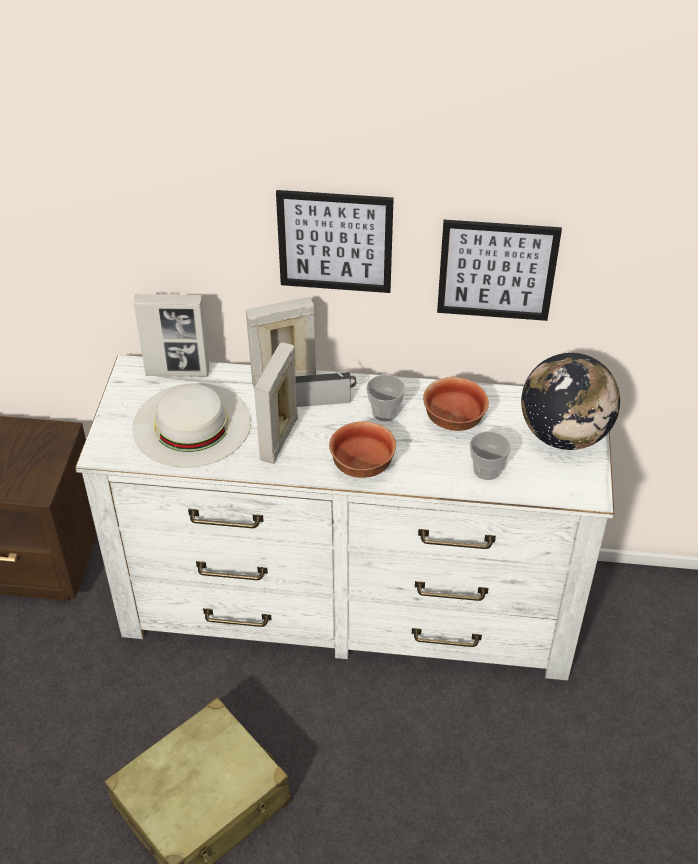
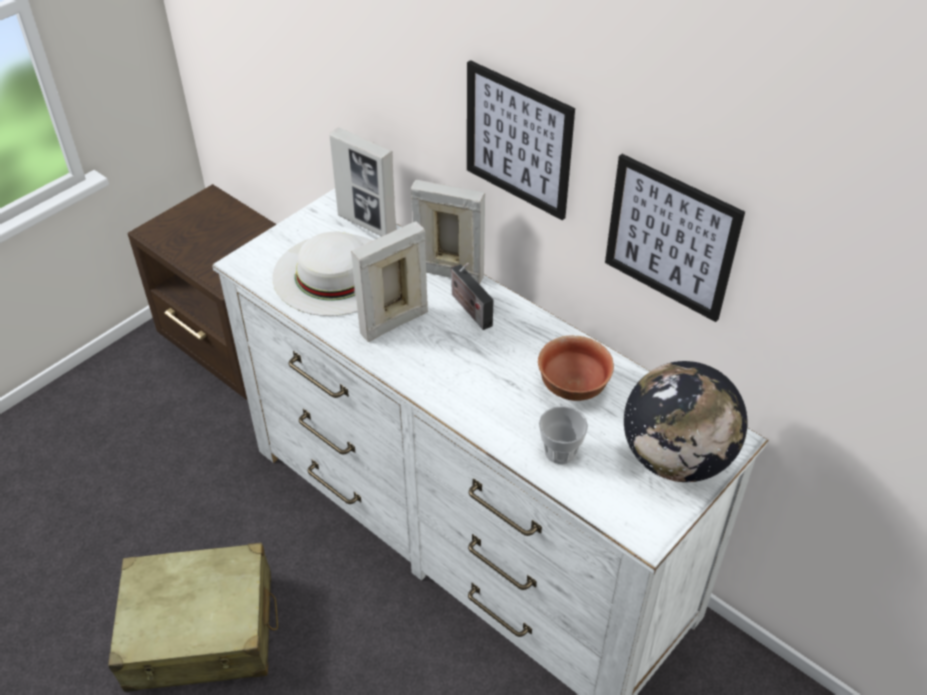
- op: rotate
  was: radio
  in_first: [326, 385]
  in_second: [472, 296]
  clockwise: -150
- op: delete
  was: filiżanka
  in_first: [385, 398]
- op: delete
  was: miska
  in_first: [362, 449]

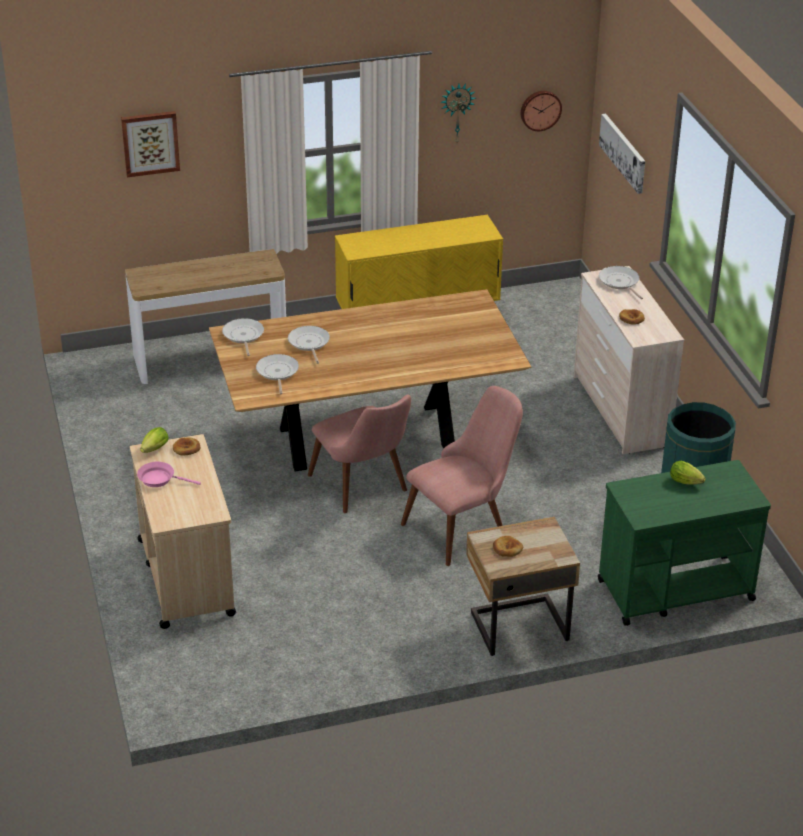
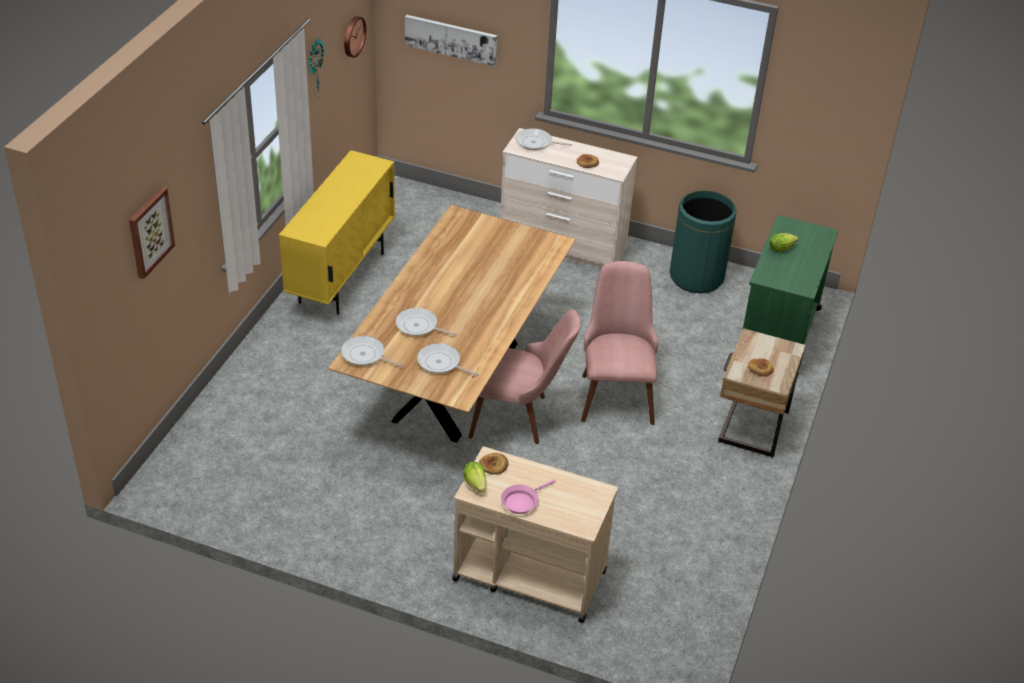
- op: delete
  was: stolik konsolowy
  in_first: [205, 316]

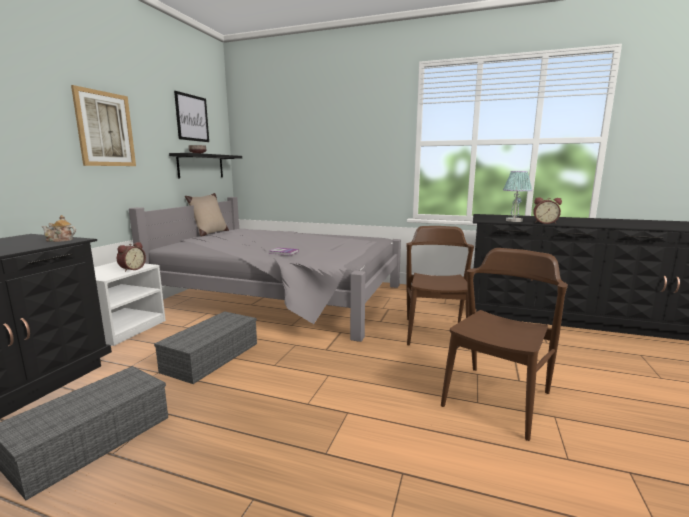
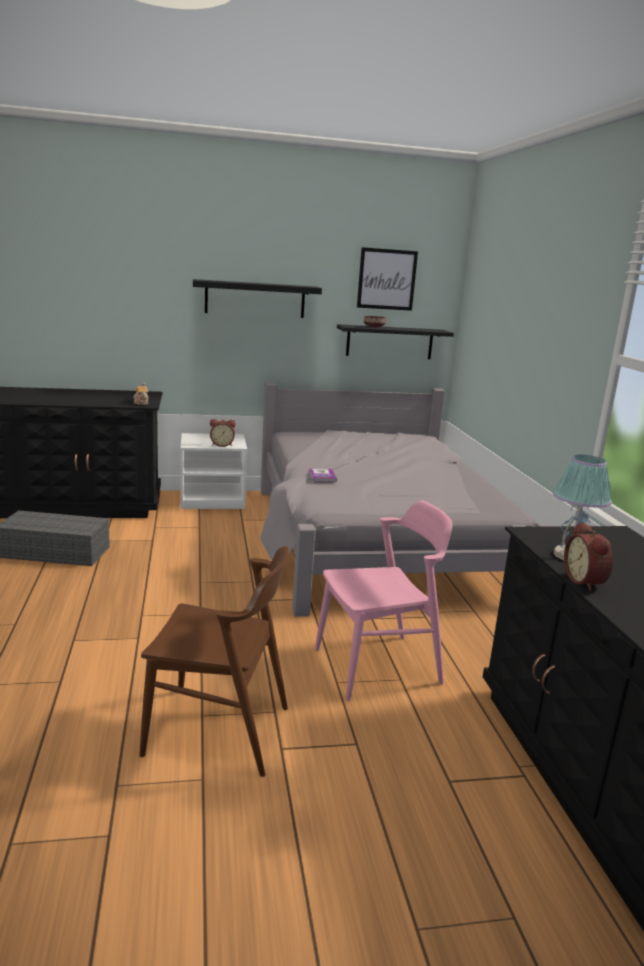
- op: replace
  was: obraz
  now: półka/czarny
  in_first: [103, 125]
  in_second: [257, 298]
- op: delete
  was: poduszka/beżowy
  in_first: [207, 214]
- op: recolor
  was: krzesło/brązowy
  now: krzesło/różowy
  in_first: [440, 288]
  in_second: [383, 600]
- op: delete
  was: pojemnik do przechowywania/szary
  in_first: [205, 347]

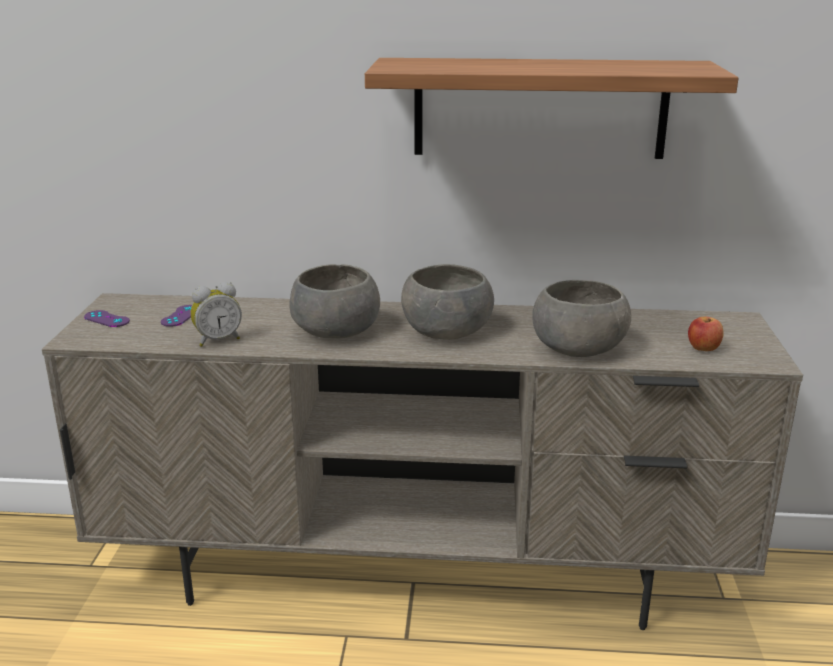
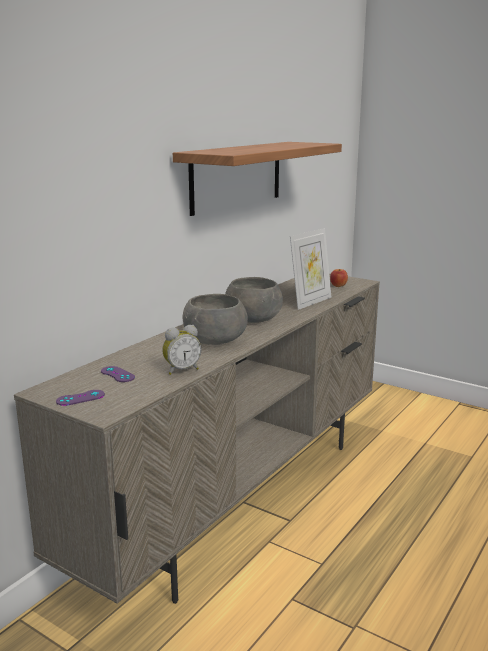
- op: replace
  was: miska/szary
  now: ramka na zdjęcie
  in_first: [581, 318]
  in_second: [310, 269]
- op: rotate
  was: budzik
  in_first: [216, 314]
  in_second: [181, 350]
  clockwise: 60

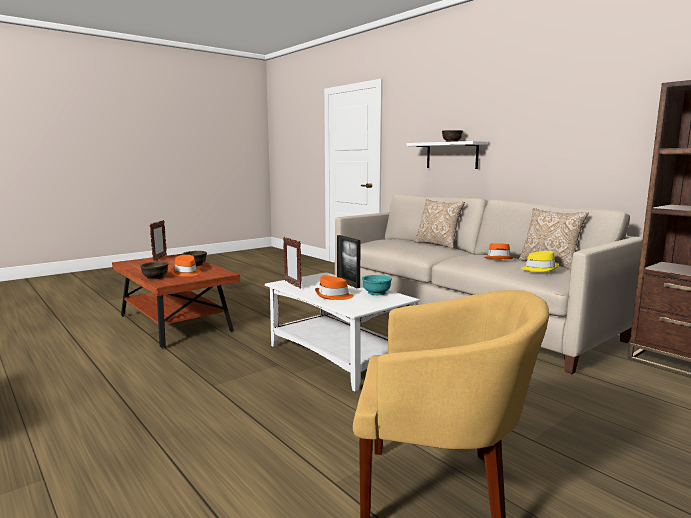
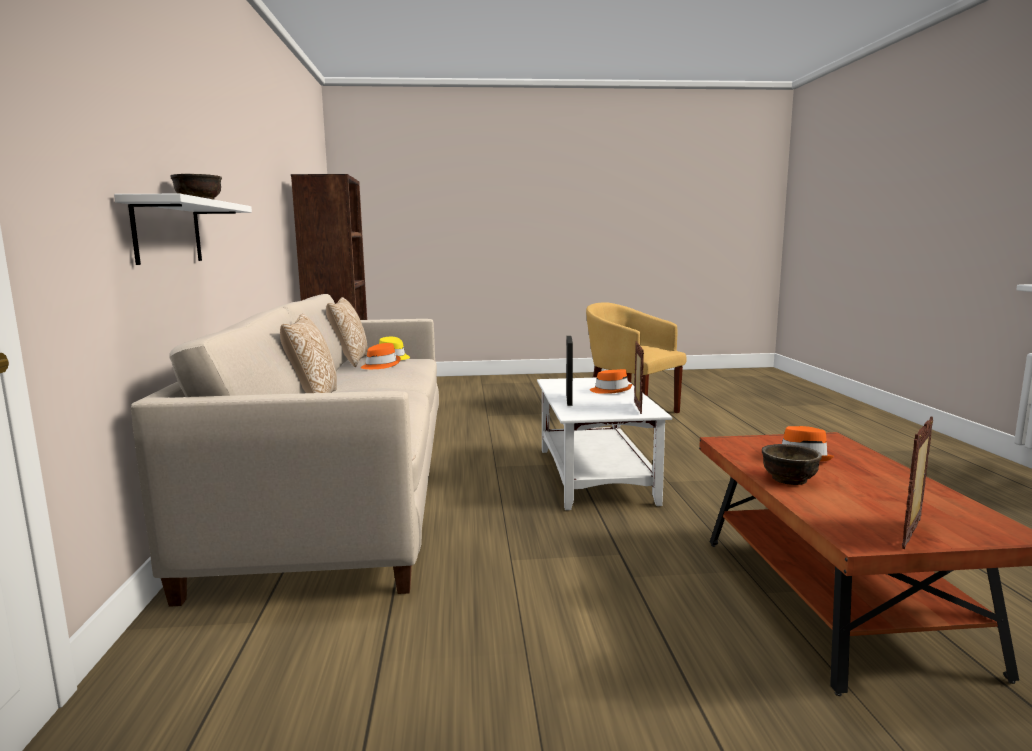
- op: delete
  was: miska/brązowy
  in_first: [154, 270]
- op: delete
  was: miska/turkusowy
  in_first: [377, 285]

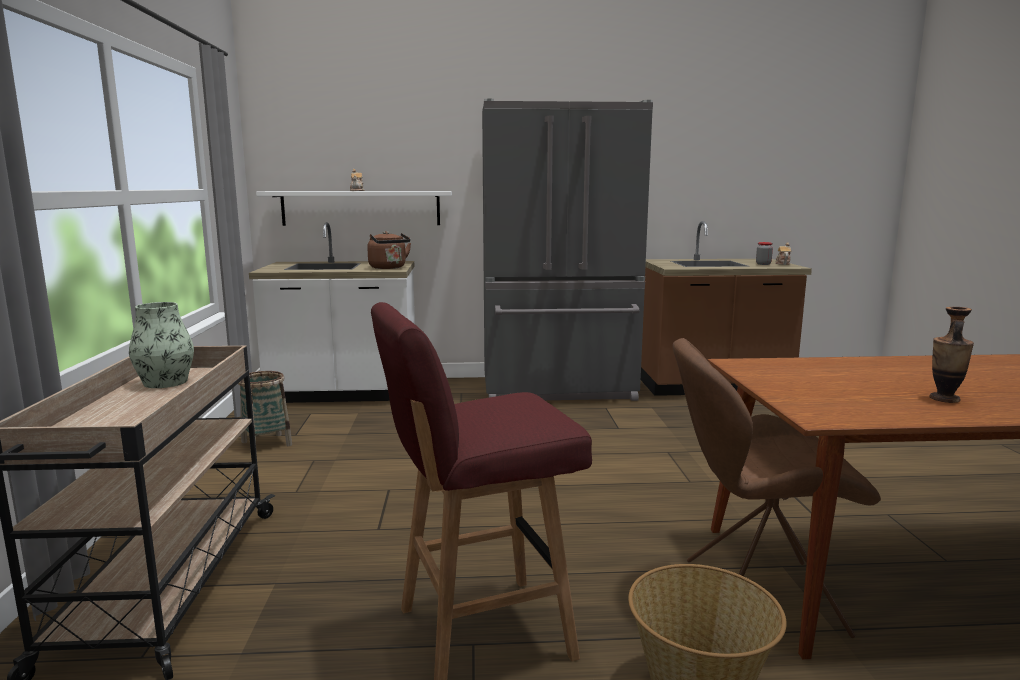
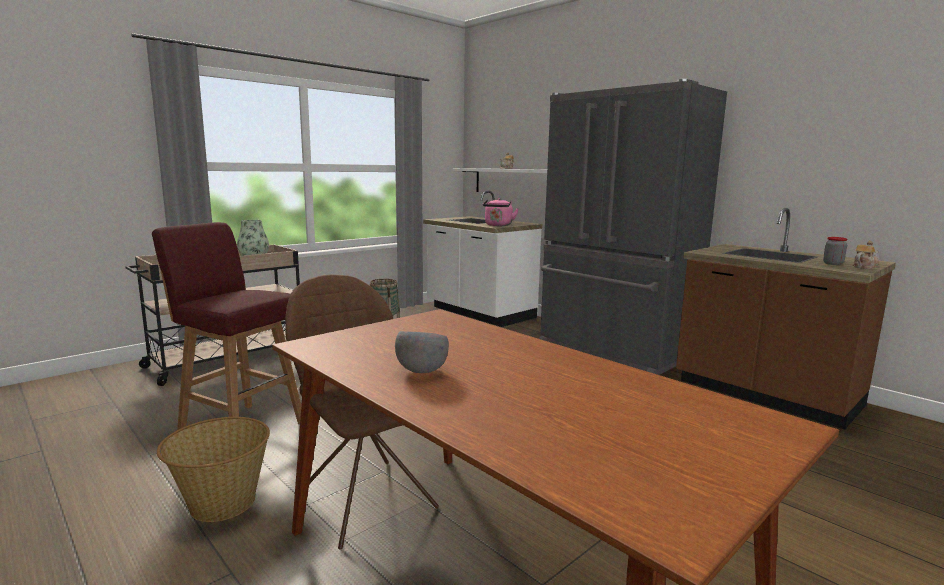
- op: recolor
  was: czajnik/brązowy
  now: czajnik/różowy
  in_first: [389, 250]
  in_second: [500, 212]
- op: replace
  was: wazon
  now: miska/szary
  in_first: [951, 355]
  in_second: [422, 352]

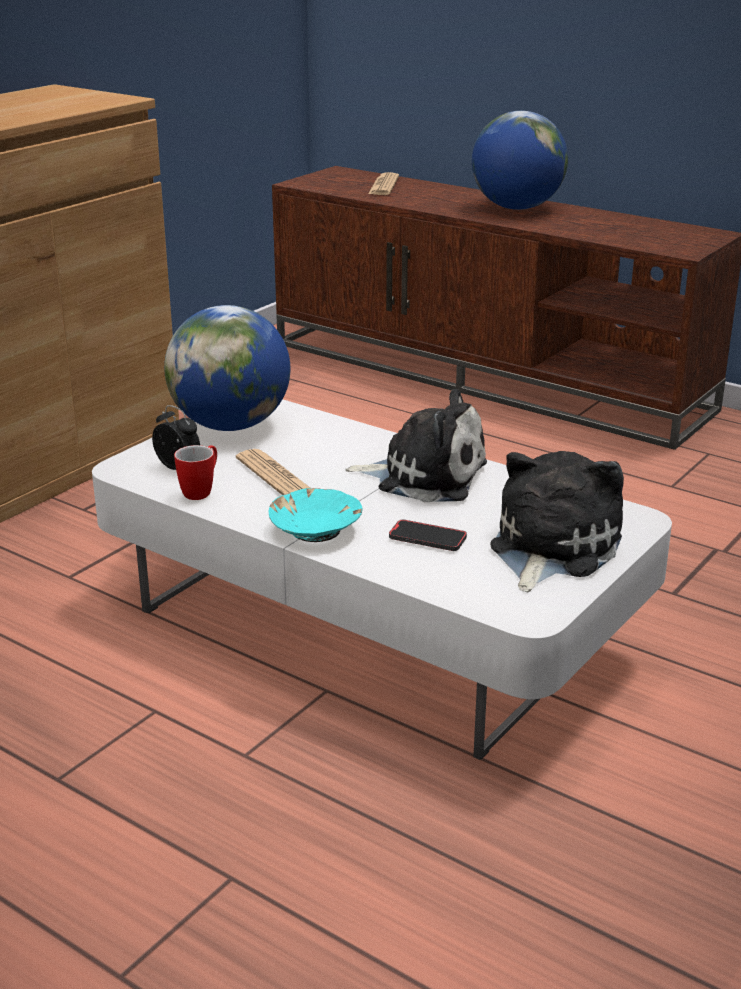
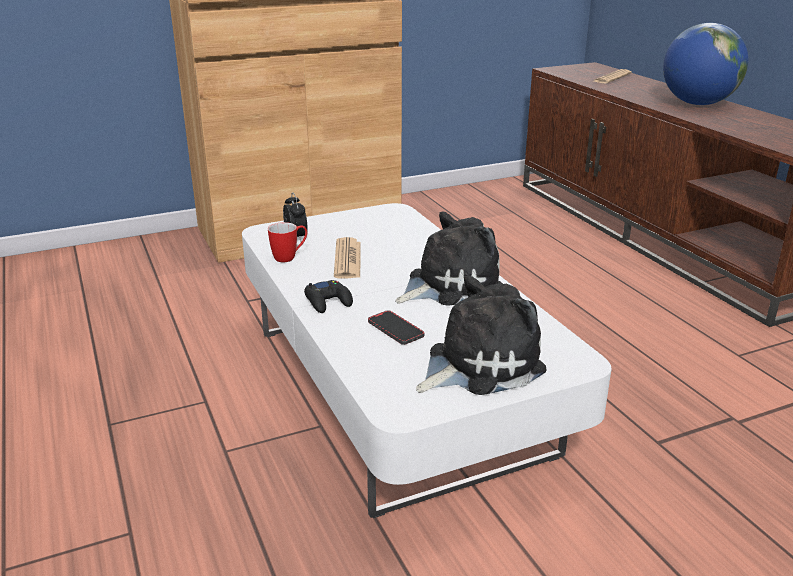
- op: delete
  was: globus
  in_first: [227, 368]
- op: rotate
  was: pluszak
  in_first: [416, 445]
  in_second: [449, 258]
  clockwise: -75
- op: replace
  was: miska/turkusowy
  now: pad do gier/czarny
  in_first: [315, 515]
  in_second: [328, 296]

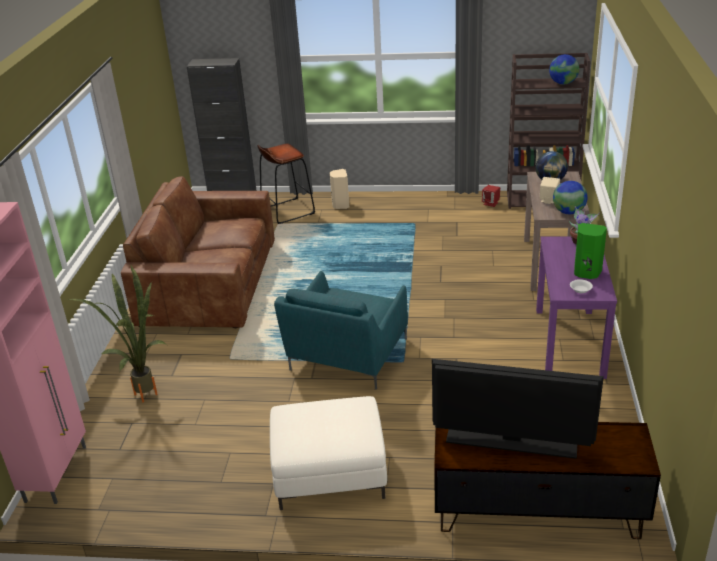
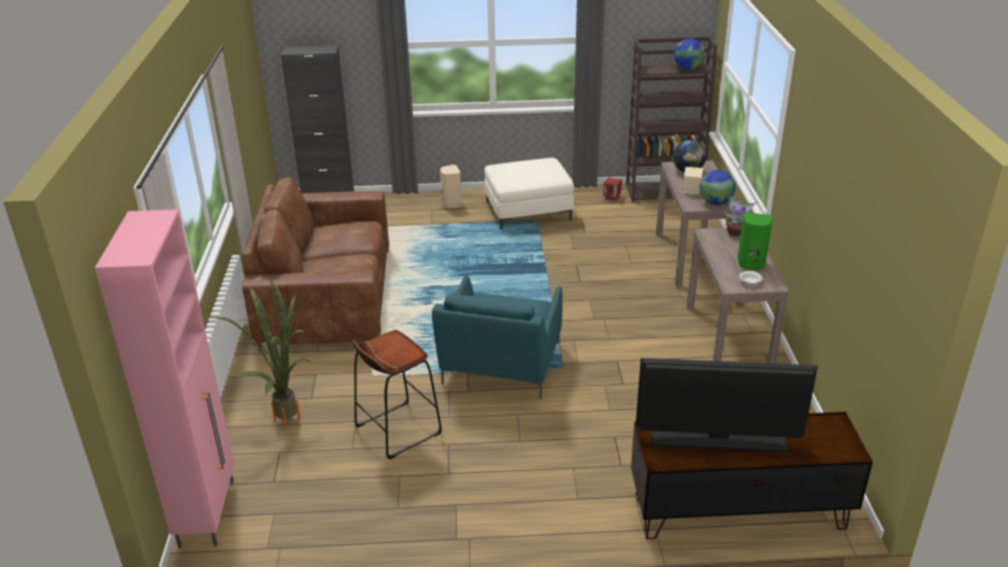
- op: move
  was: stołek/brązowy
  in_first: [286, 183]
  in_second: [397, 394]
- op: recolor
  was: stolik konsolowy/fioletowy
  now: stolik konsolowy/brązowy
  in_first: [576, 308]
  in_second: [738, 295]
- op: move
  was: pufa/biały
  in_first: [328, 453]
  in_second: [529, 193]

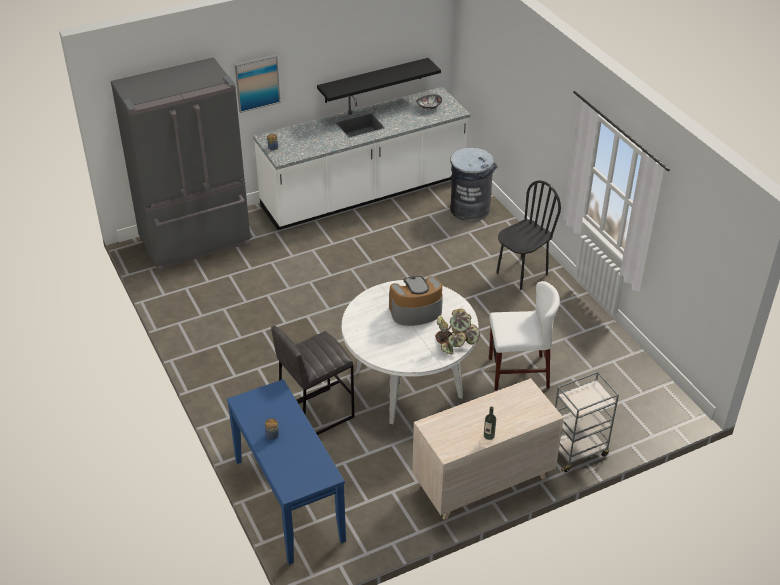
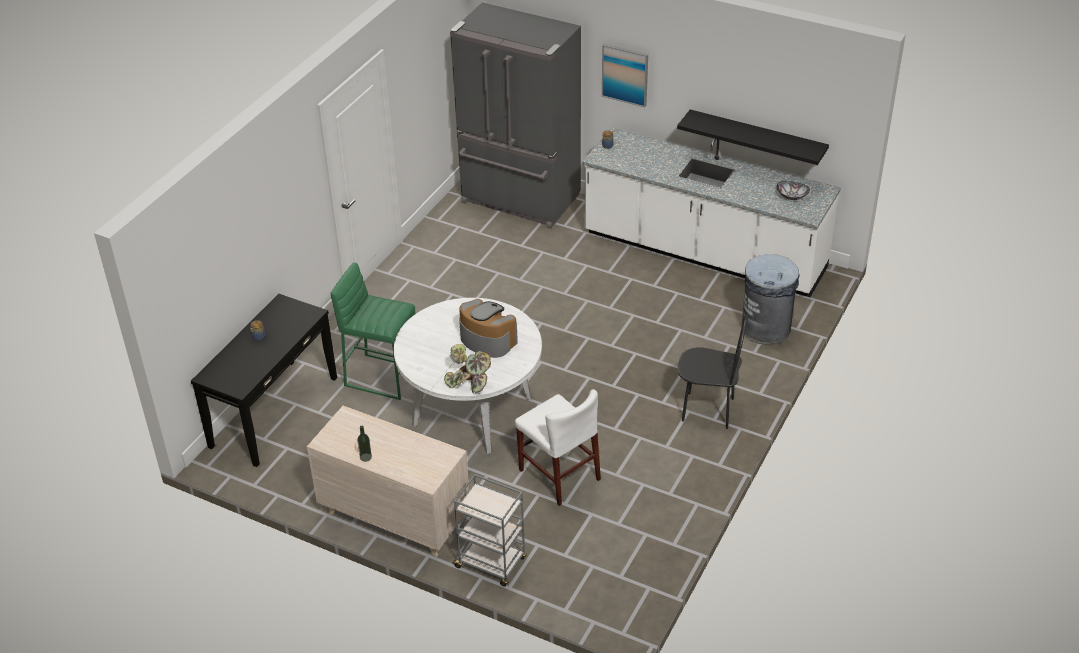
- op: recolor
  was: stołek/szary
  now: stołek/zielony
  in_first: [312, 380]
  in_second: [373, 331]
- op: recolor
  was: stolik konsolowy/niebieski
  now: stolik konsolowy/czarny
  in_first: [286, 472]
  in_second: [264, 380]

